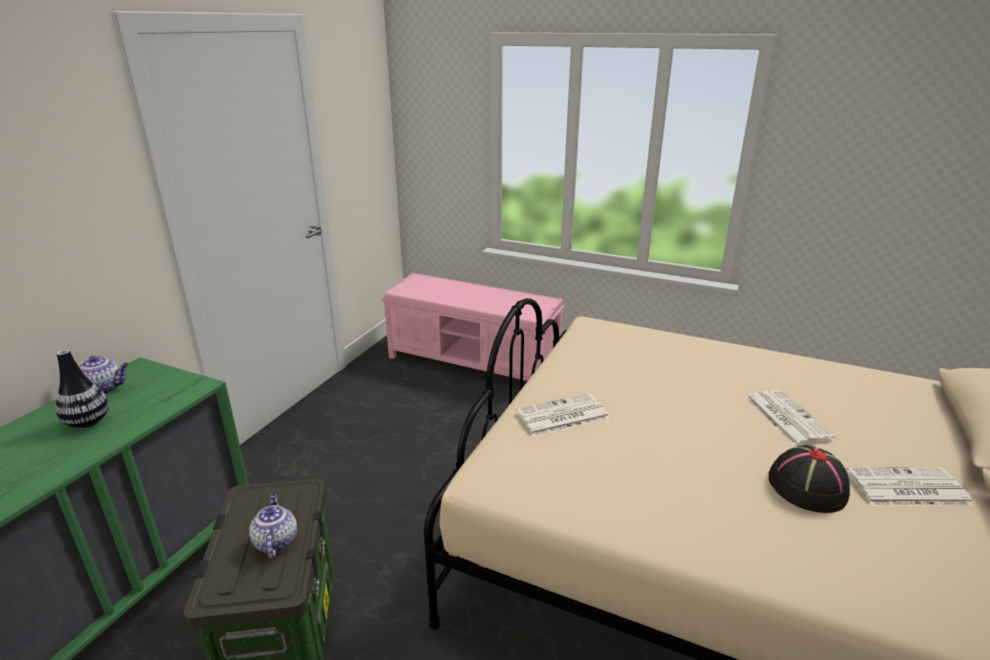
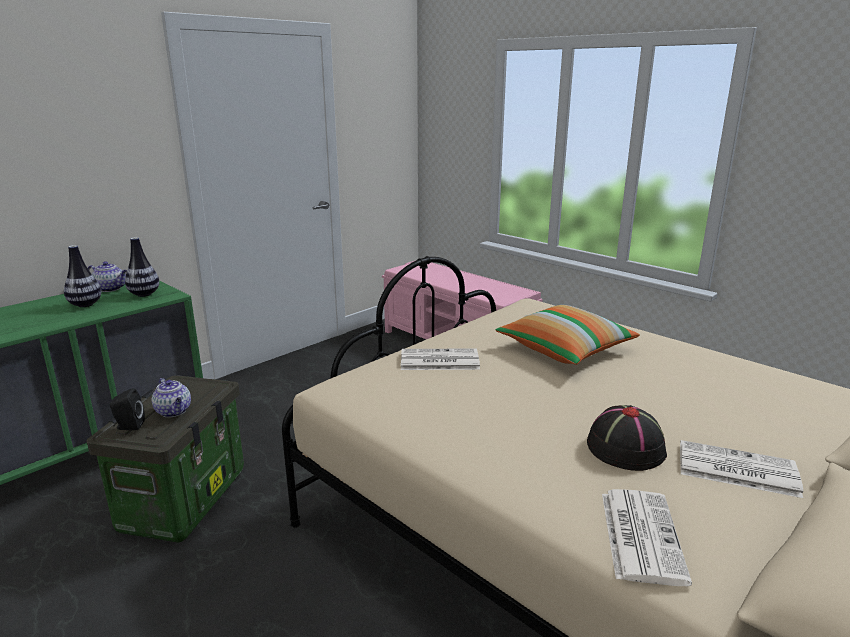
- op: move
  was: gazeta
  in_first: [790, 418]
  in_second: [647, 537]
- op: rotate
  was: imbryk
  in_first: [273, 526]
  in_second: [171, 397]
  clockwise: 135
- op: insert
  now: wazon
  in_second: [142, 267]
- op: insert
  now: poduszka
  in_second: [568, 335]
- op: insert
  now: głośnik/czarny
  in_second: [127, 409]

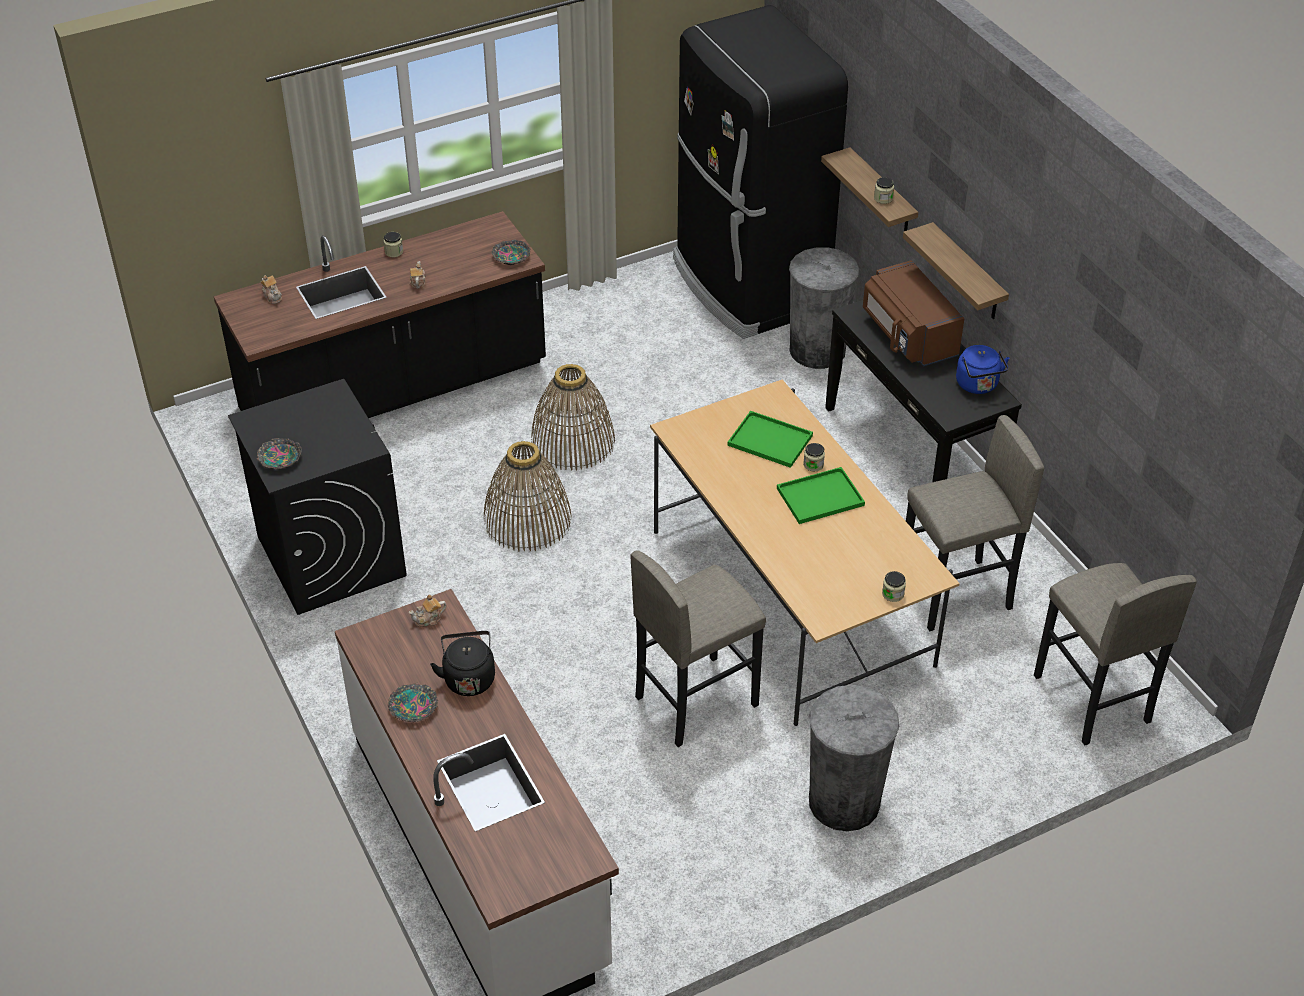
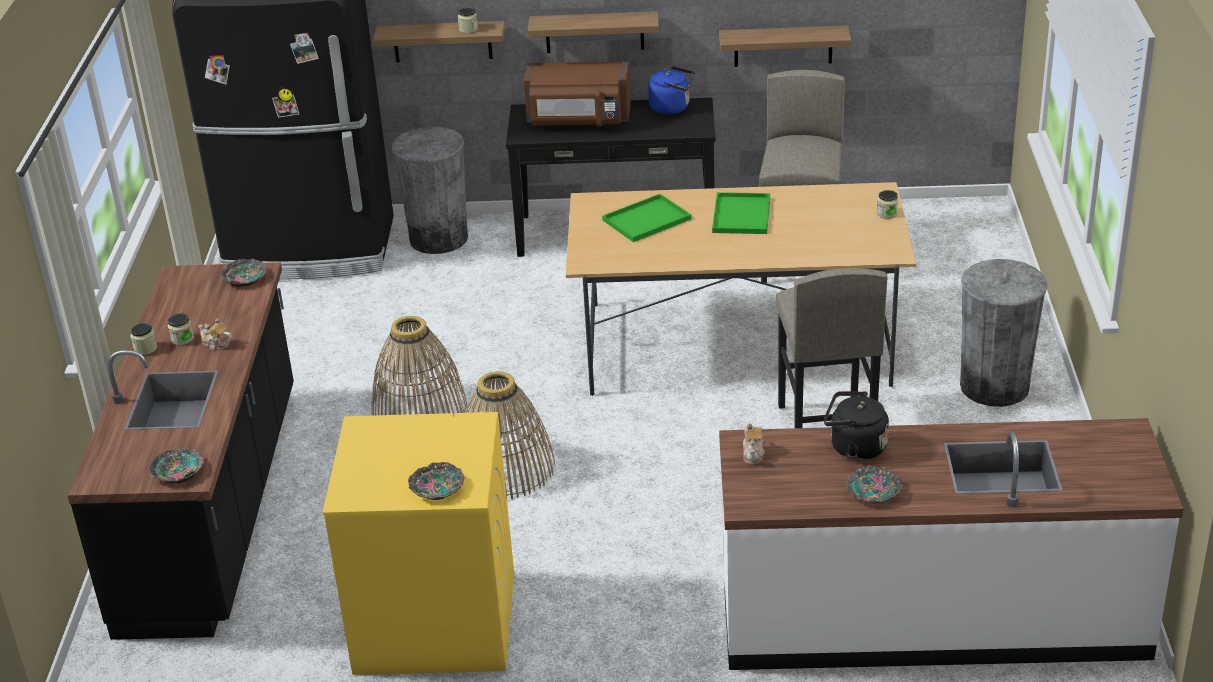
- op: delete
  was: imbryk
  in_first: [271, 289]
- op: recolor
  was: pralka/czarny
  now: pralka/żółty
  in_first: [317, 497]
  in_second: [418, 543]
- op: move
  was: słoik
  in_first: [814, 457]
  in_second: [181, 329]
- op: delete
  was: stołek/szary
  in_first: [1115, 654]
- op: insert
  now: półka
  in_second: [785, 46]
- op: insert
  now: miska
  in_second: [177, 466]

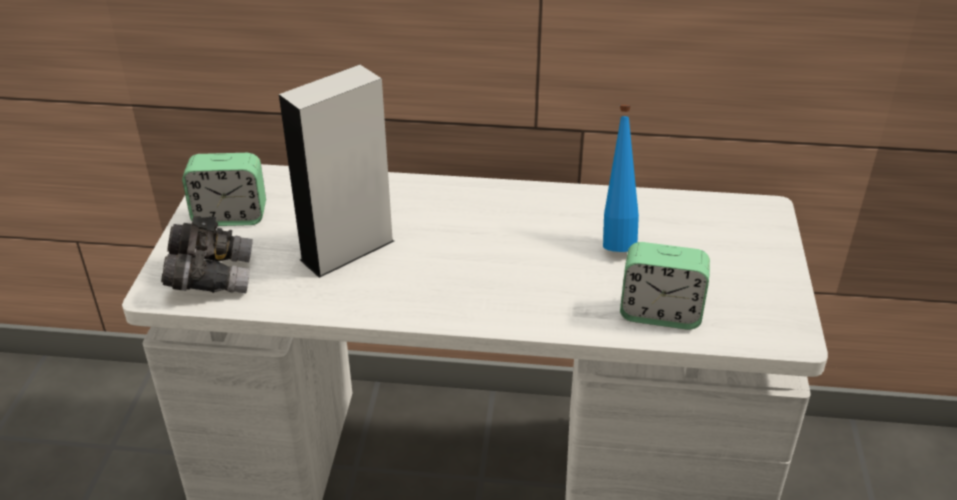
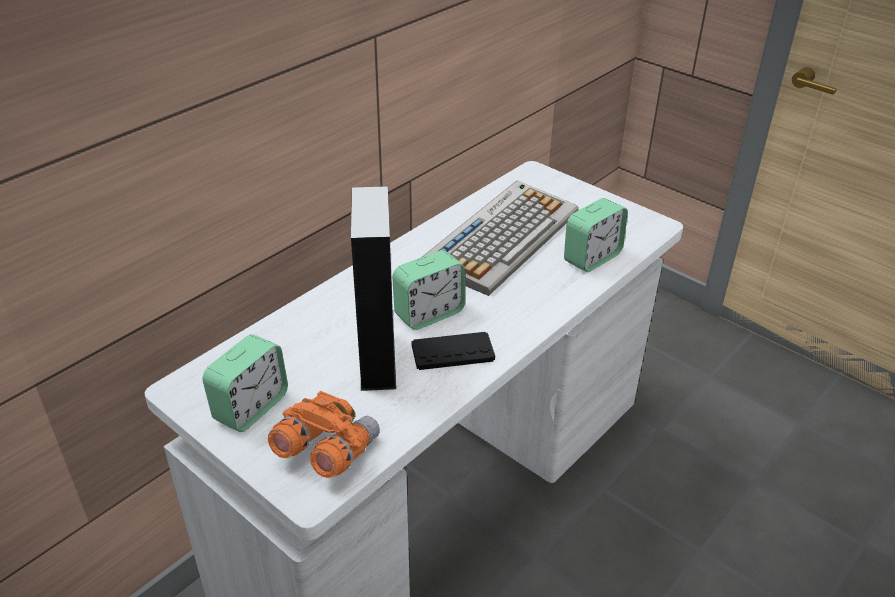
- op: replace
  was: butelka/niebieski
  now: klawiatura
  in_first: [621, 178]
  in_second: [500, 238]
- op: recolor
  was: lornetka/szary
  now: lornetka/pomarańczowy
  in_first: [207, 254]
  in_second: [324, 434]
- op: insert
  now: budzik
  in_second: [428, 290]
- op: insert
  now: pad do gier/czarny
  in_second: [453, 351]

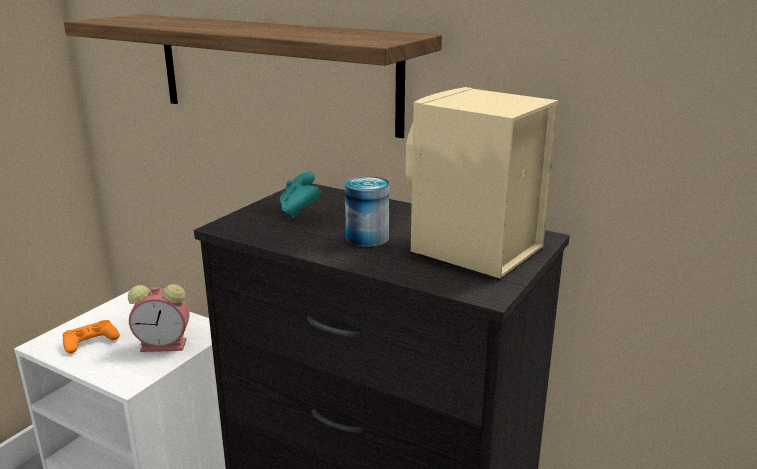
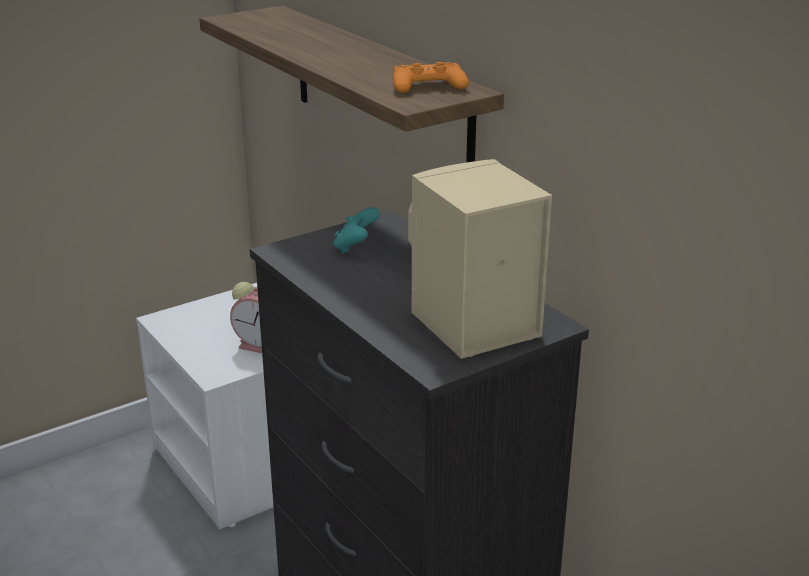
- op: delete
  was: puszka
  in_first: [367, 211]
- op: move
  was: pad do gier/pomarańczowy
  in_first: [91, 336]
  in_second: [431, 77]

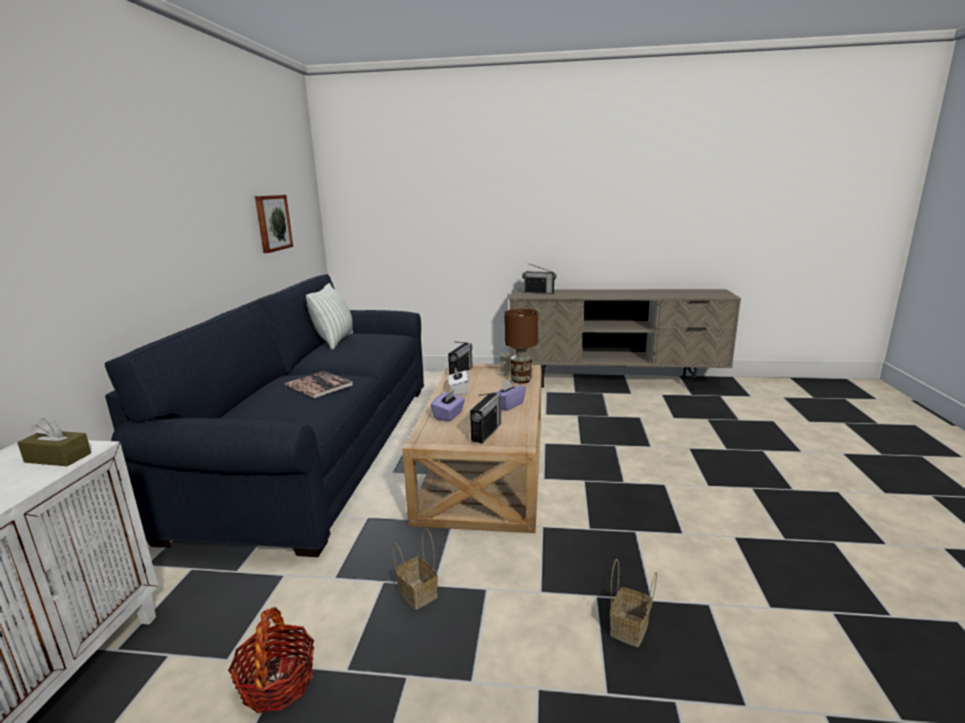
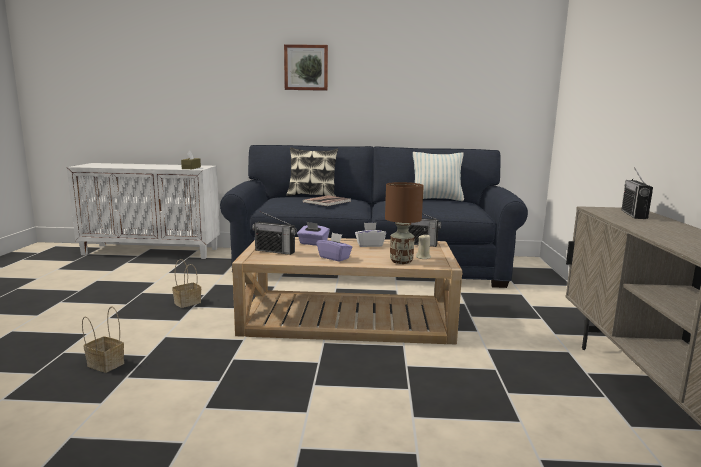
- op: move
  was: obraz
  in_first: [274, 224]
  in_second: [306, 67]
- op: delete
  was: koszyk
  in_first: [271, 660]
- op: insert
  now: poduszka
  in_second: [312, 171]

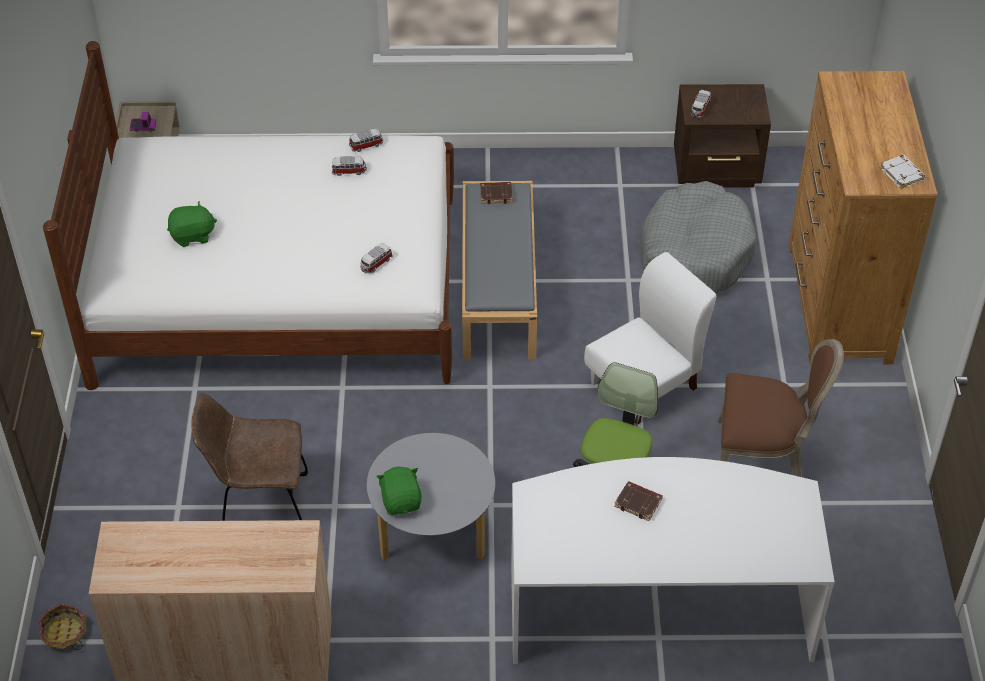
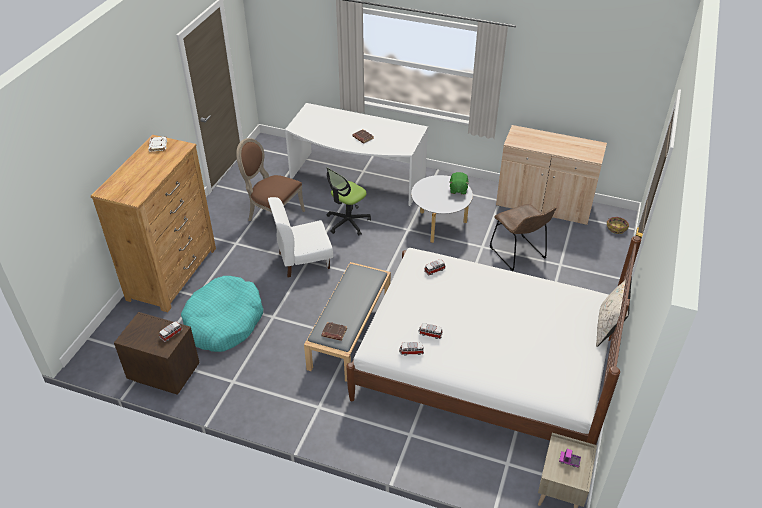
- op: recolor
  was: legowisko/szary
  now: legowisko/turkusowy
  in_first: [698, 237]
  in_second: [222, 314]
- op: delete
  was: pluszak/zielony
  in_first: [192, 224]
- op: rotate
  was: krzesło/brązowy
  in_first: [249, 457]
  in_second: [523, 237]
  clockwise: 45
- op: insert
  now: poduszka/beżowy
  in_second: [614, 311]

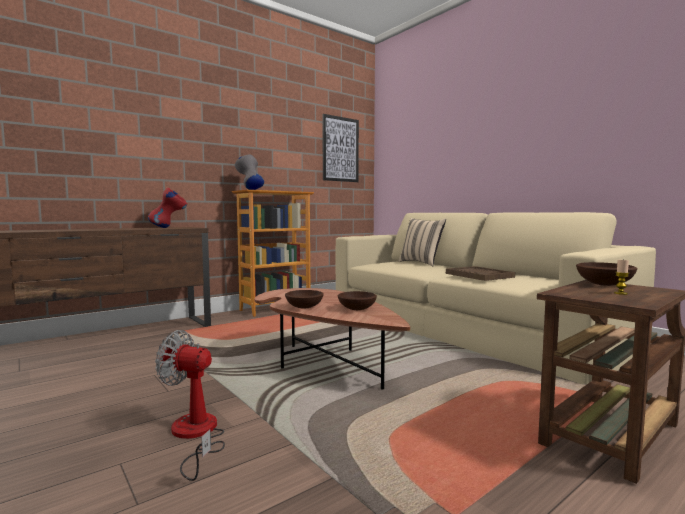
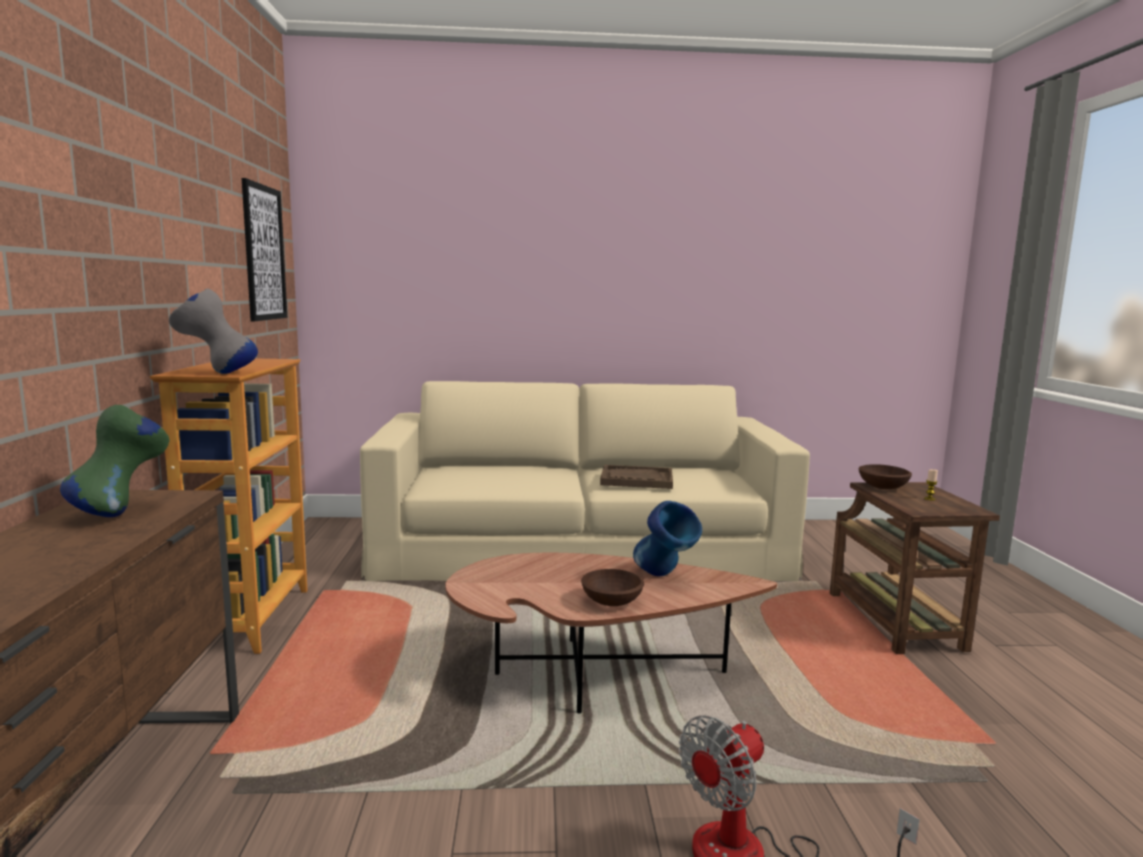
- op: recolor
  was: wazon/czerwony
  now: wazon/zielony
  in_first: [167, 208]
  in_second: [114, 461]
- op: delete
  was: poduszka/beżowy
  in_first: [422, 242]
- op: replace
  was: miska/brązowy
  now: wazon/niebieski
  in_first: [357, 300]
  in_second: [667, 538]

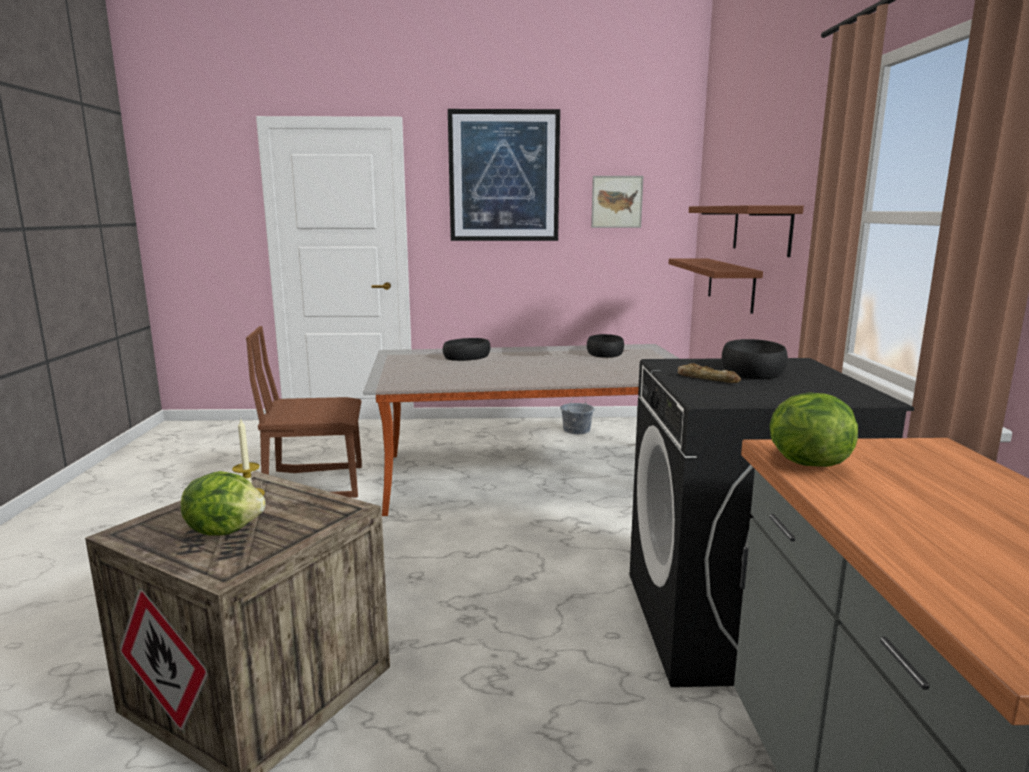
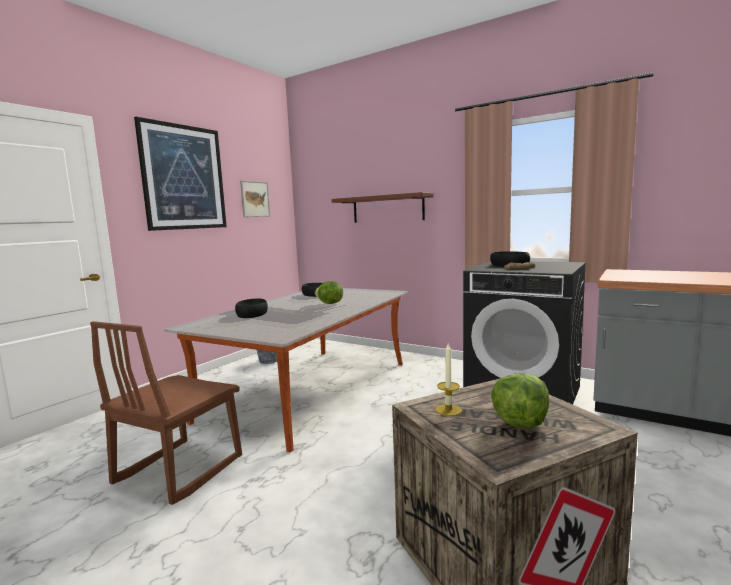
- op: delete
  was: półka/brązowy
  in_first: [715, 286]
- op: move
  was: sałata
  in_first: [813, 429]
  in_second: [329, 292]

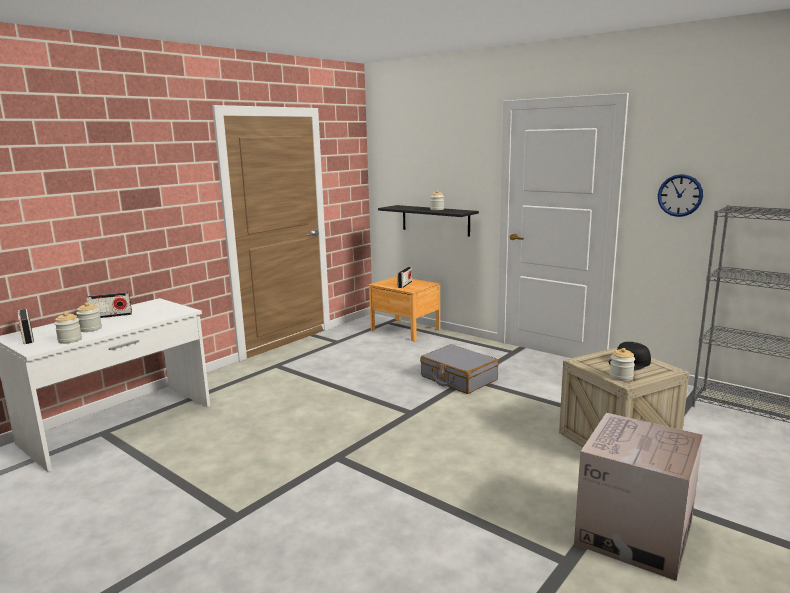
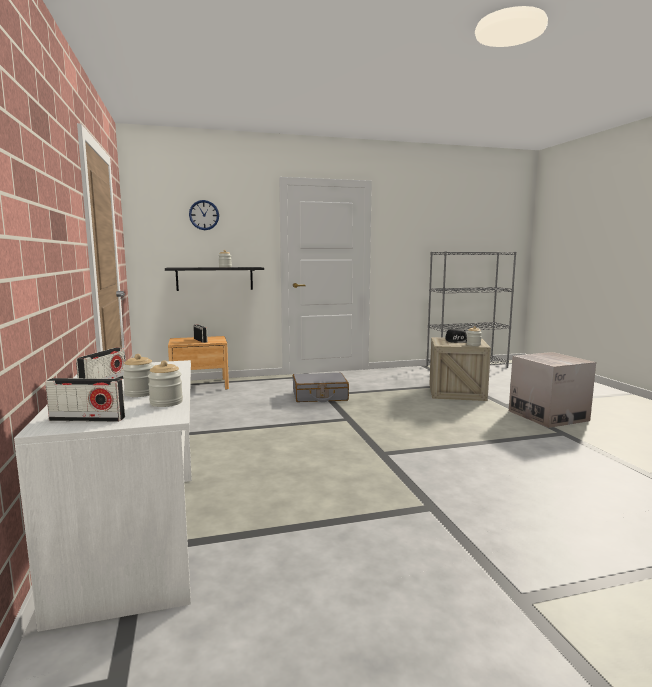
- op: move
  was: zegar ścienny
  in_first: [680, 195]
  in_second: [204, 215]

